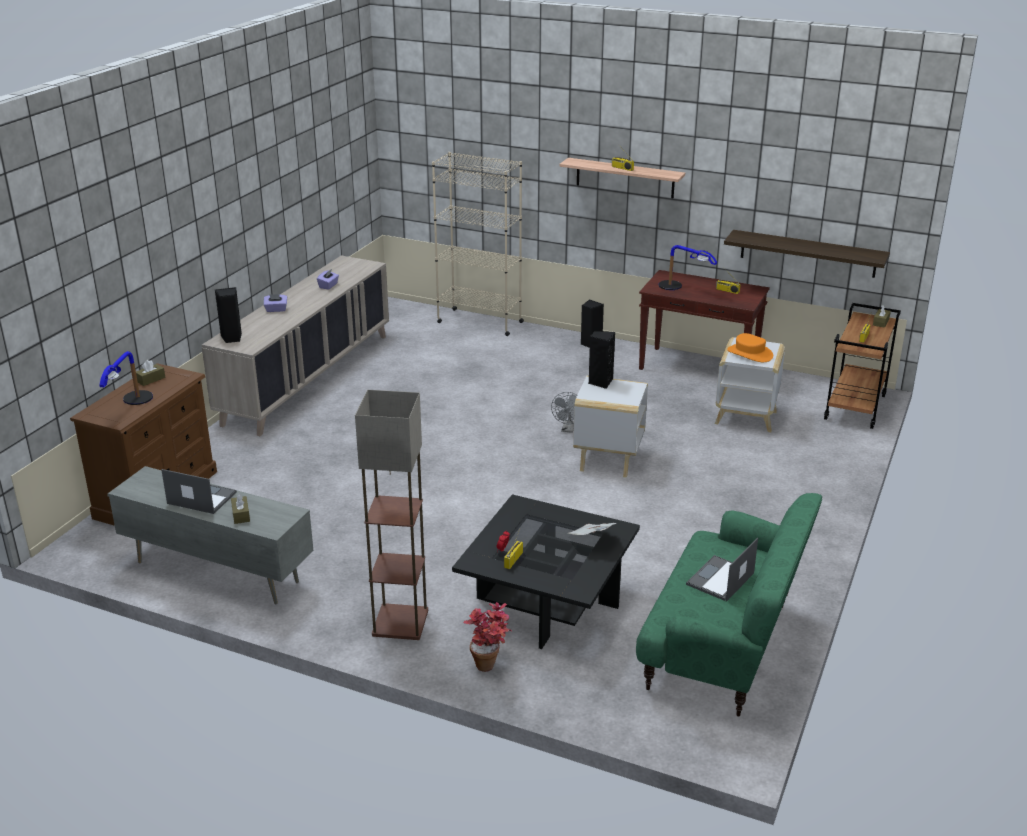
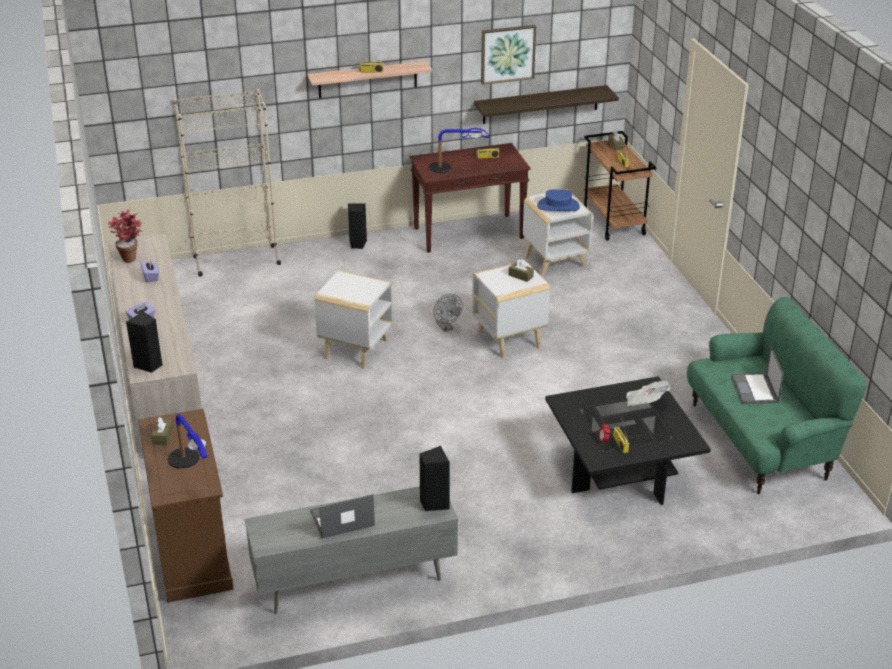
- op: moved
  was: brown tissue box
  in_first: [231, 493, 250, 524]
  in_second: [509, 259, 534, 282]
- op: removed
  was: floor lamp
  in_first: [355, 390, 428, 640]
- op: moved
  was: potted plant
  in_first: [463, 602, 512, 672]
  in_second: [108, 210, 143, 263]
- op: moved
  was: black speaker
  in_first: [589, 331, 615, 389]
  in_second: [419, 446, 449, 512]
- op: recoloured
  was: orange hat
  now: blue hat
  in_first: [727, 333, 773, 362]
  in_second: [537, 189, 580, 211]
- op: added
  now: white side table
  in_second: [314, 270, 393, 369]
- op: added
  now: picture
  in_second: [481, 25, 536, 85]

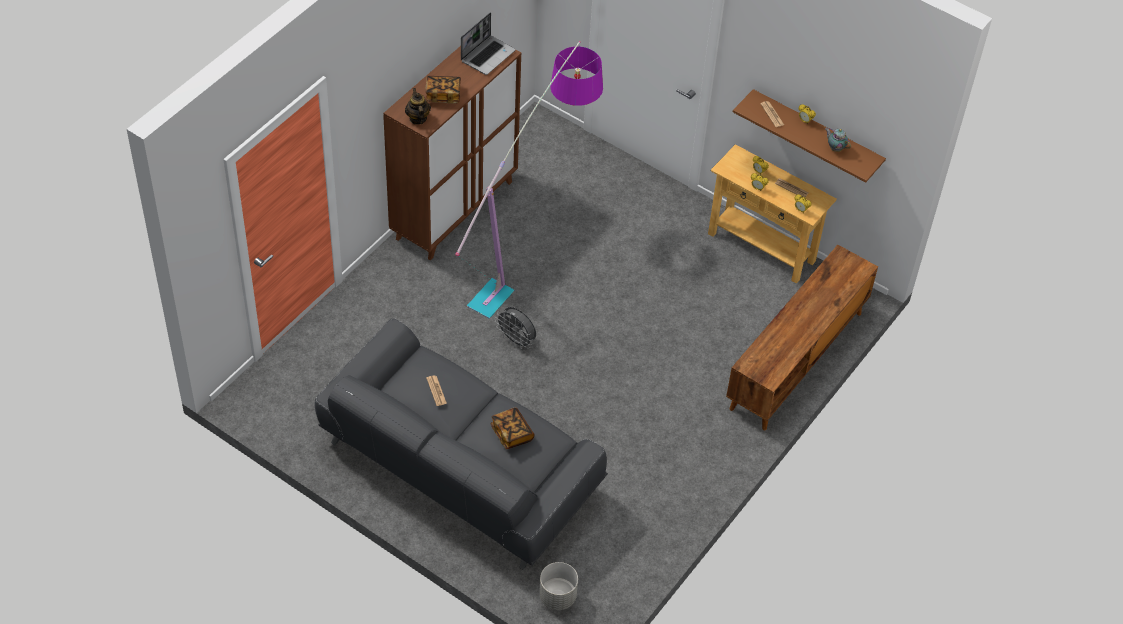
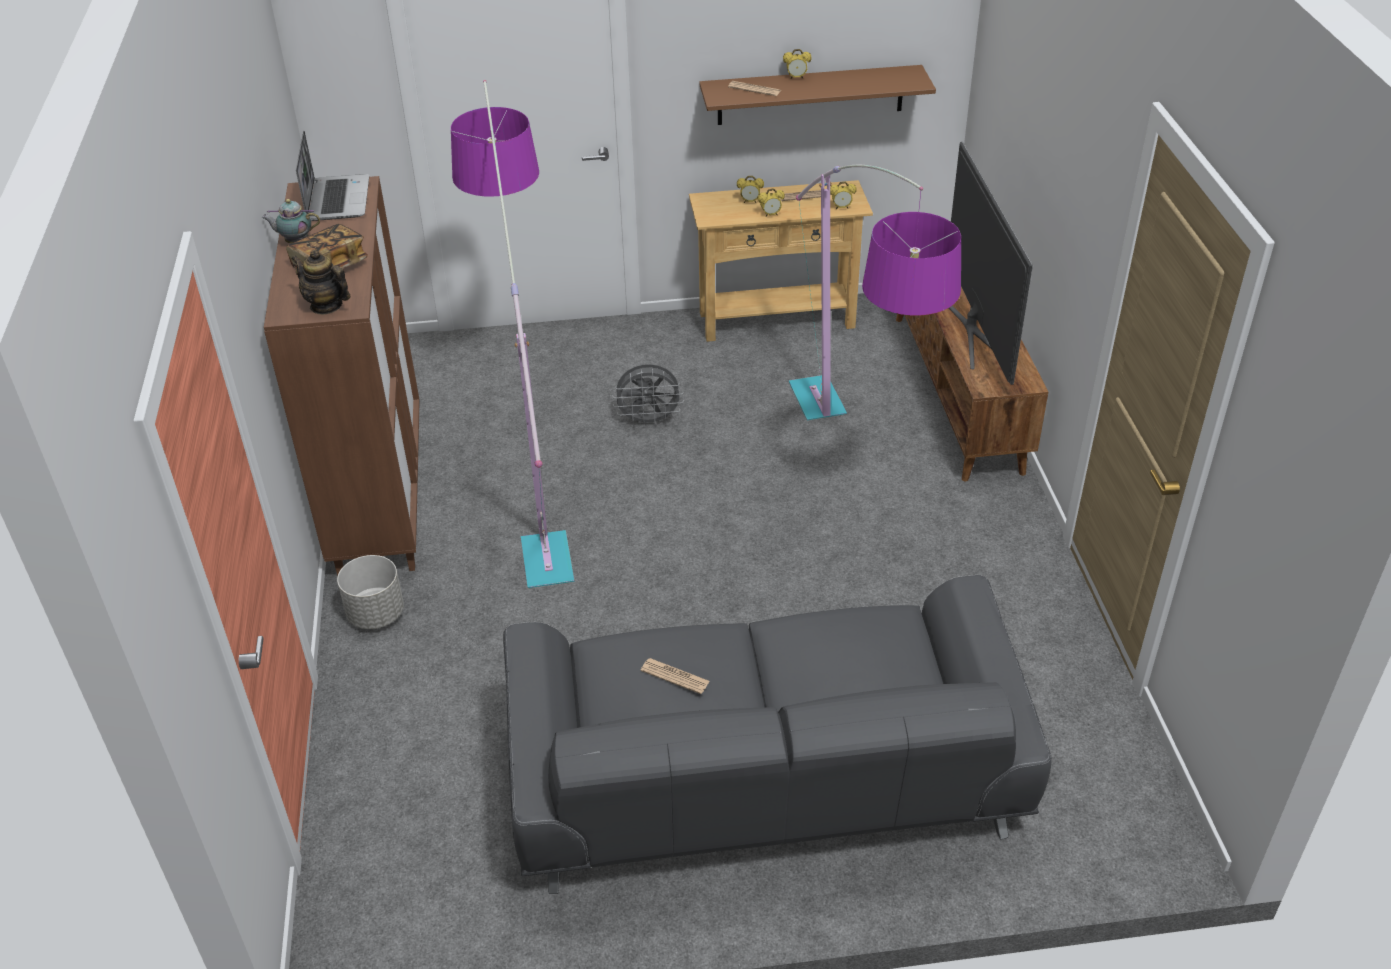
- op: removed
  was: book
  in_first: [490, 408, 534, 449]
- op: moved
  was: grey fan
  in_first: [495, 307, 536, 349]
  in_second: [612, 364, 684, 428]
- op: moved
  was: grey planter
  in_first: [539, 562, 578, 610]
  in_second: [337, 555, 404, 629]
- op: moved
  was: teapot
  in_first: [825, 127, 851, 152]
  in_second: [262, 199, 320, 243]
- op: added
  now: floor lamp
  in_second: [789, 165, 961, 421]
- op: added
  now: television
  in_second: [949, 142, 1033, 385]

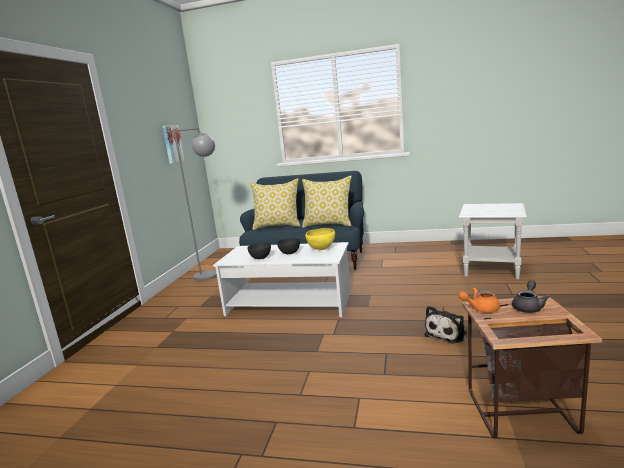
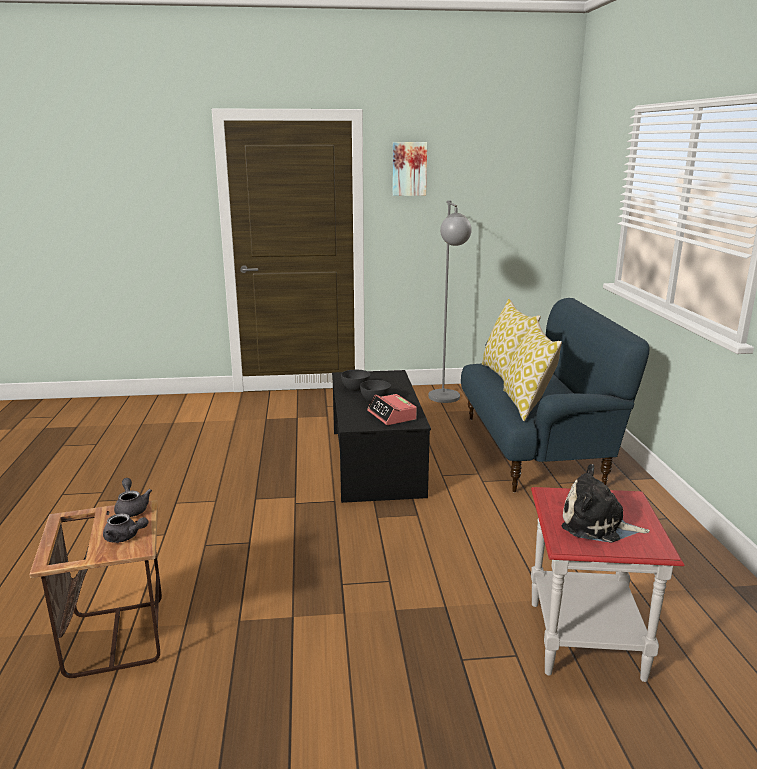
- op: moved
  was: picture
  in_first: [163, 125, 185, 164]
  in_second: [392, 142, 427, 196]
- op: recoloured
  was: white coffee table
  now: black coffee table
  in_first: [213, 242, 351, 317]
  in_second: [332, 370, 431, 503]
- op: replaced
  was: yellow bowl
  now: alarm clock
  in_first: [305, 228, 335, 250]
  in_second: [367, 394, 417, 425]
- op: moved
  was: plush toy
  in_first: [424, 306, 467, 344]
  in_second: [562, 464, 650, 543]
- op: recoloured
  was: white side table
  now: red side table
  in_first: [459, 203, 527, 279]
  in_second: [531, 487, 685, 682]
- op: recoloured
  was: orange teapot
  now: grey teapot
  in_first: [459, 287, 500, 313]
  in_second: [114, 478, 152, 517]

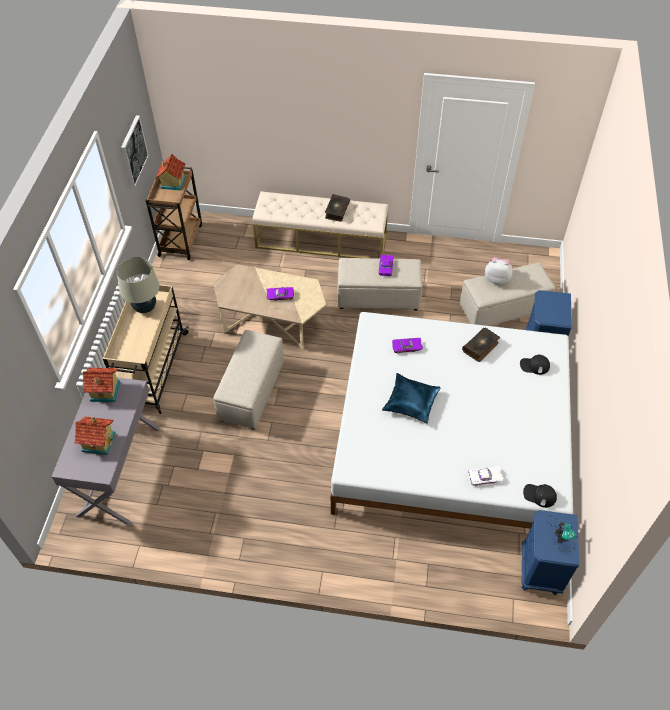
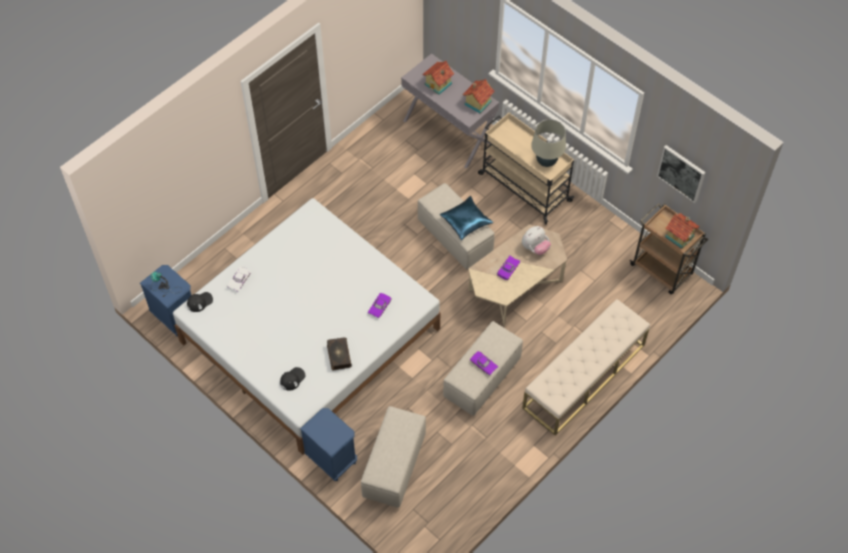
- op: removed
  was: book
  in_first: [325, 194, 350, 222]
- op: moved
  was: blue pillow
  in_first: [382, 373, 441, 424]
  in_second: [440, 196, 493, 240]
- op: moved
  was: plush toy
  in_first: [485, 257, 513, 285]
  in_second: [522, 226, 551, 255]

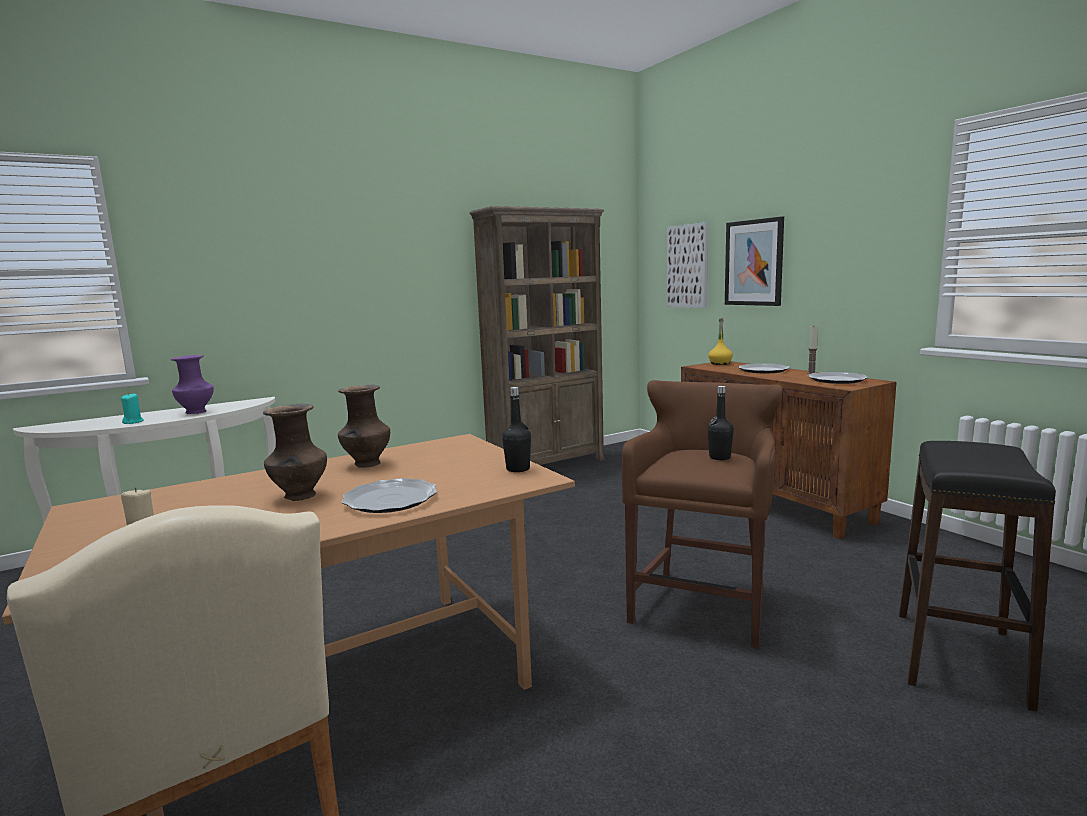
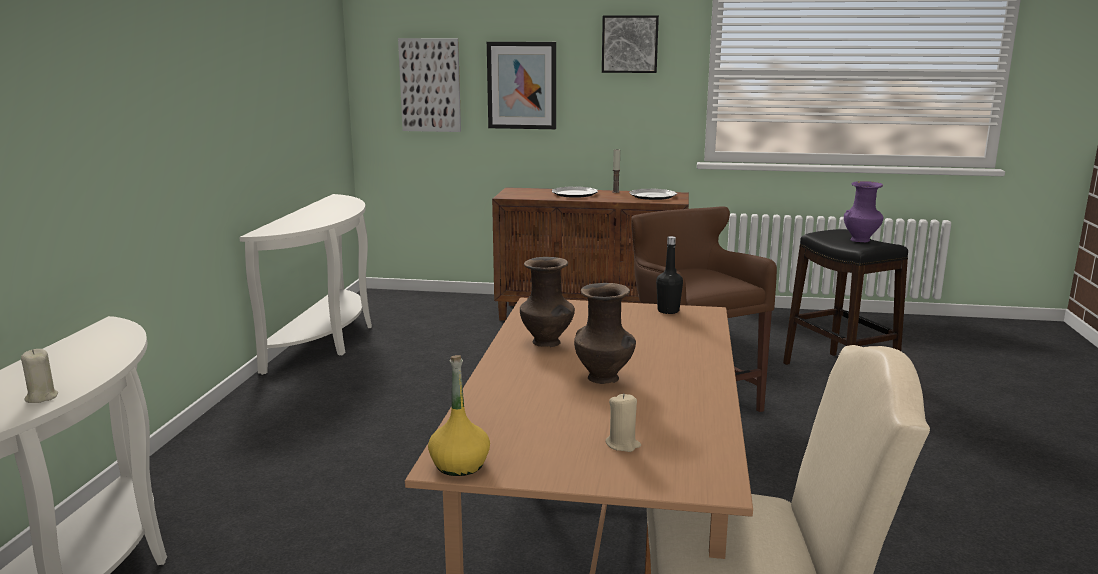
- op: recoloured
  was: turquoise candle
  now: beige candle
  in_first: [121, 393, 144, 424]
  in_second: [21, 349, 58, 403]
- op: moved
  was: purple vase
  in_first: [171, 355, 214, 414]
  in_second: [844, 181, 883, 242]
- op: removed
  was: plate
  in_first: [341, 478, 437, 513]
- op: replaced
  was: brown bookcase
  now: white console table
  in_first: [469, 206, 605, 465]
  in_second: [239, 194, 372, 375]
- op: removed
  was: black bottle
  in_first: [707, 386, 734, 460]
- op: moved
  was: yellow bottle
  in_first: [708, 318, 733, 365]
  in_second: [428, 355, 490, 476]
- op: added
  now: picture
  in_second: [602, 15, 659, 73]

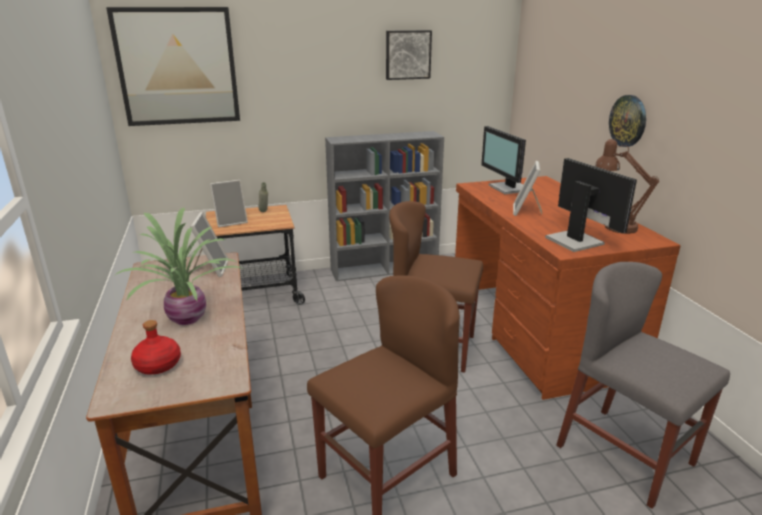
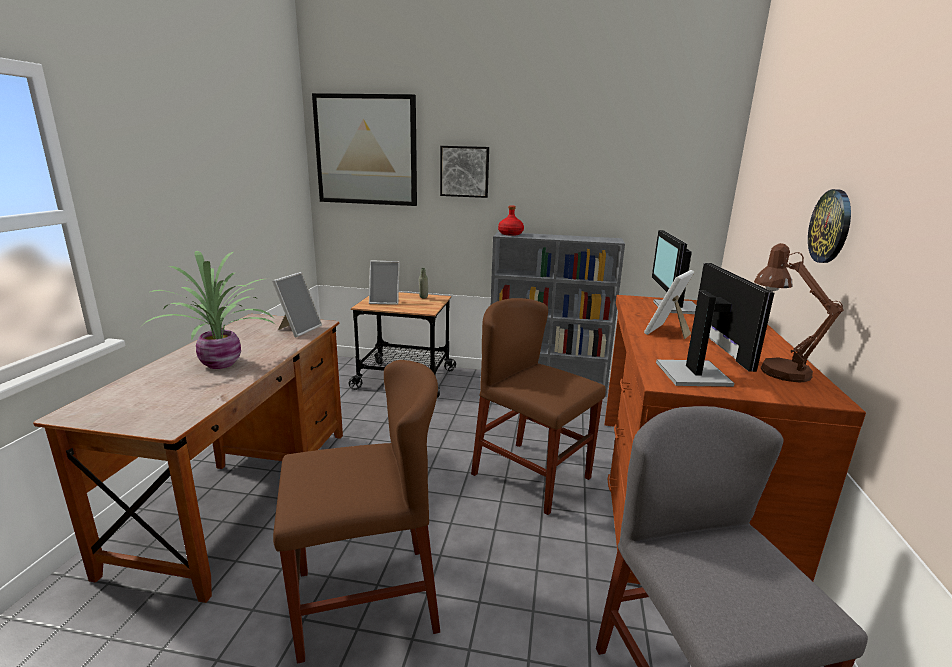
- op: moved
  was: red bottle
  in_first: [131, 320, 181, 375]
  in_second: [498, 206, 524, 236]
- op: moved
  was: picture
  in_first: [386, 30, 432, 80]
  in_second: [440, 146, 489, 198]

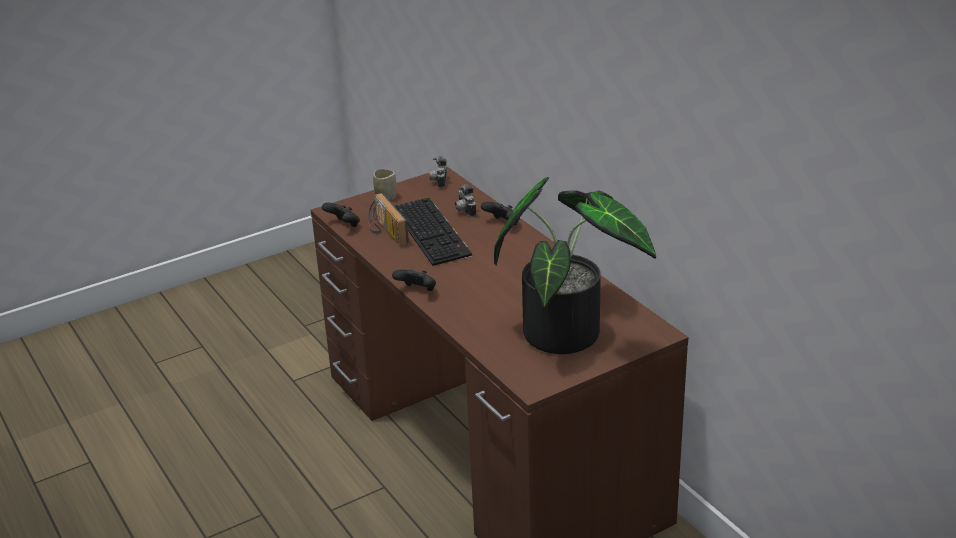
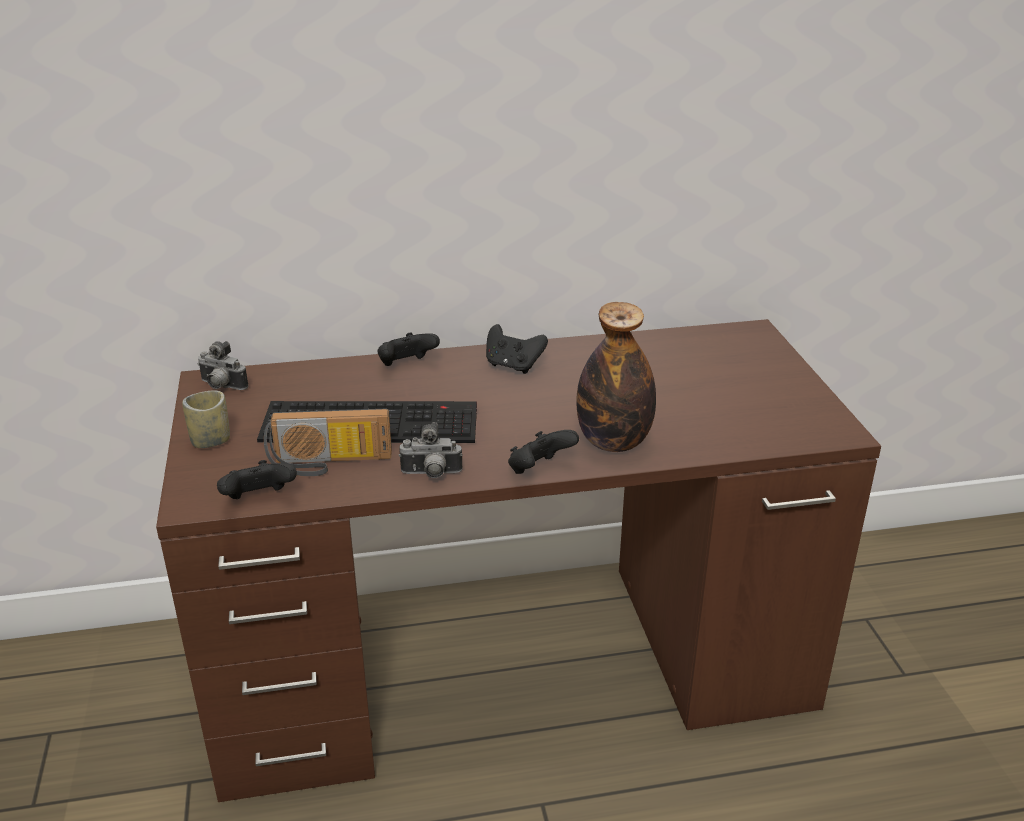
- op: moved
  was: photo camera
  in_first: [455, 184, 476, 217]
  in_second: [399, 422, 463, 478]
- op: removed
  was: potted plant
  in_first: [494, 177, 656, 354]
- op: added
  now: black game controller
  in_second: [486, 324, 548, 374]
- op: added
  now: bottle
  in_second: [576, 302, 656, 452]

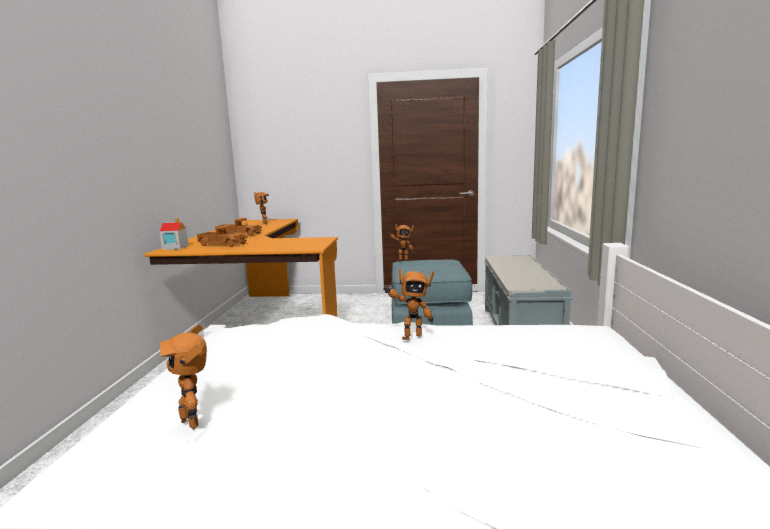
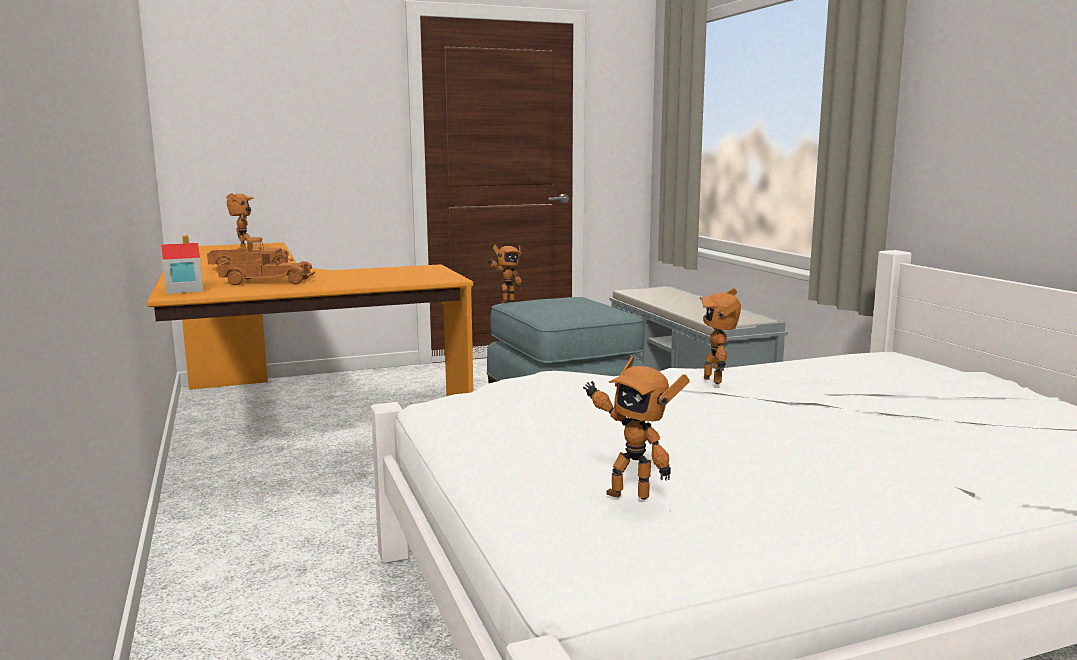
- op: turned
  was: toy robot
  in_first: [384, 269, 434, 340]
  in_second: [700, 288, 741, 384]
  clockwise: 120

